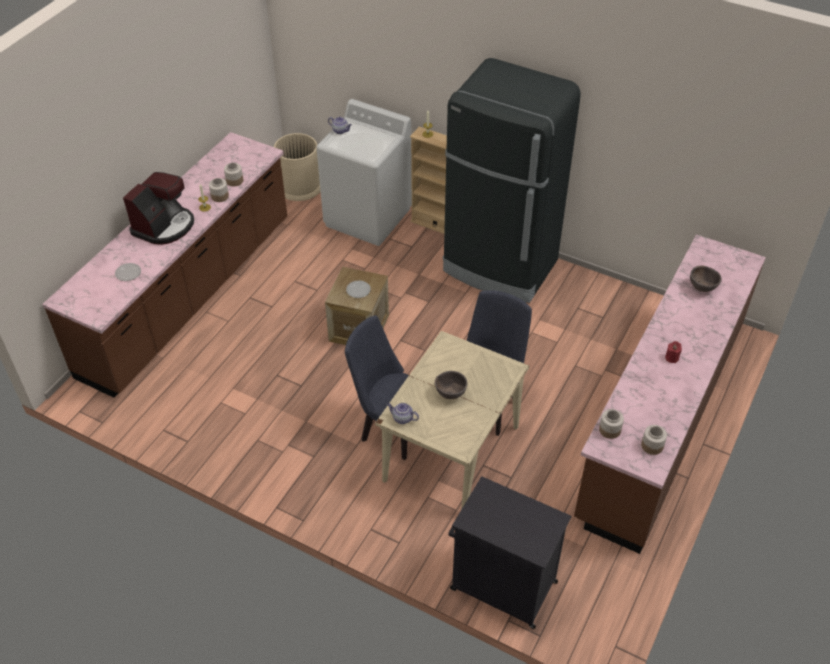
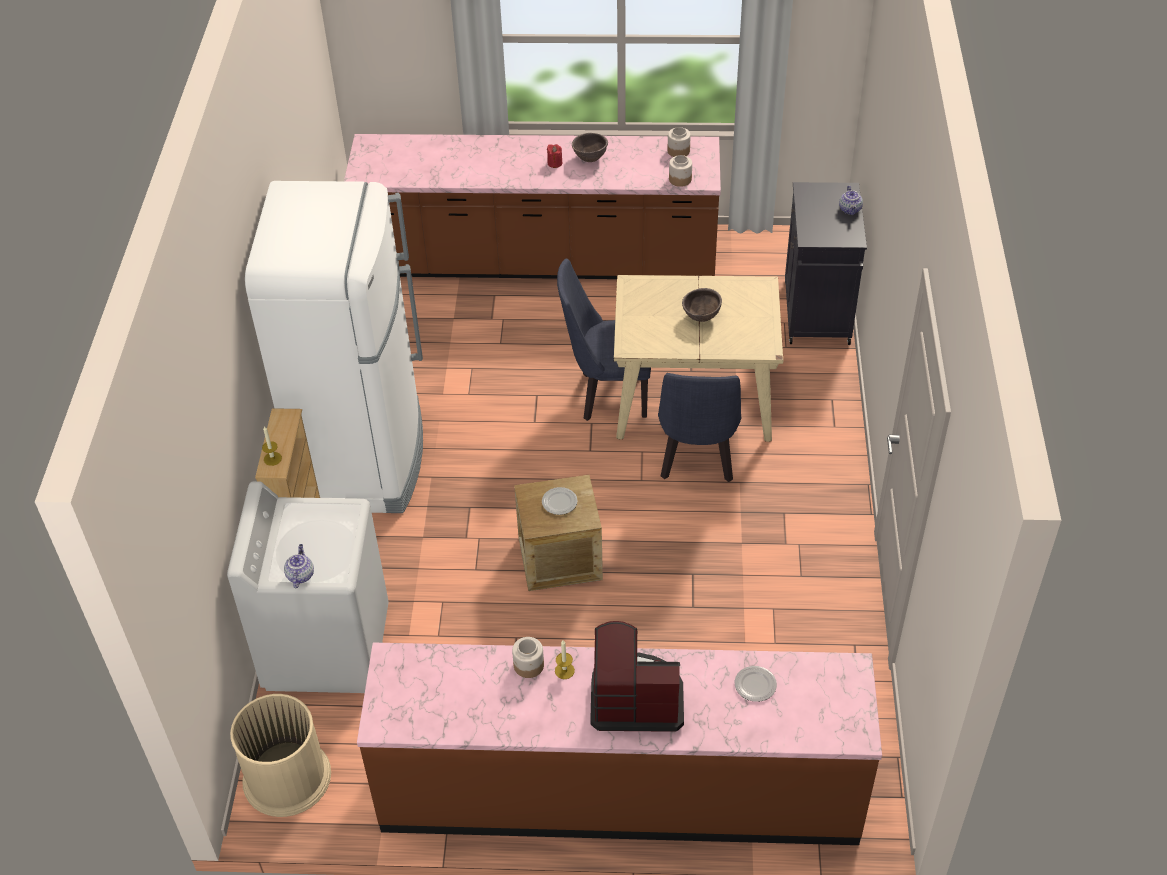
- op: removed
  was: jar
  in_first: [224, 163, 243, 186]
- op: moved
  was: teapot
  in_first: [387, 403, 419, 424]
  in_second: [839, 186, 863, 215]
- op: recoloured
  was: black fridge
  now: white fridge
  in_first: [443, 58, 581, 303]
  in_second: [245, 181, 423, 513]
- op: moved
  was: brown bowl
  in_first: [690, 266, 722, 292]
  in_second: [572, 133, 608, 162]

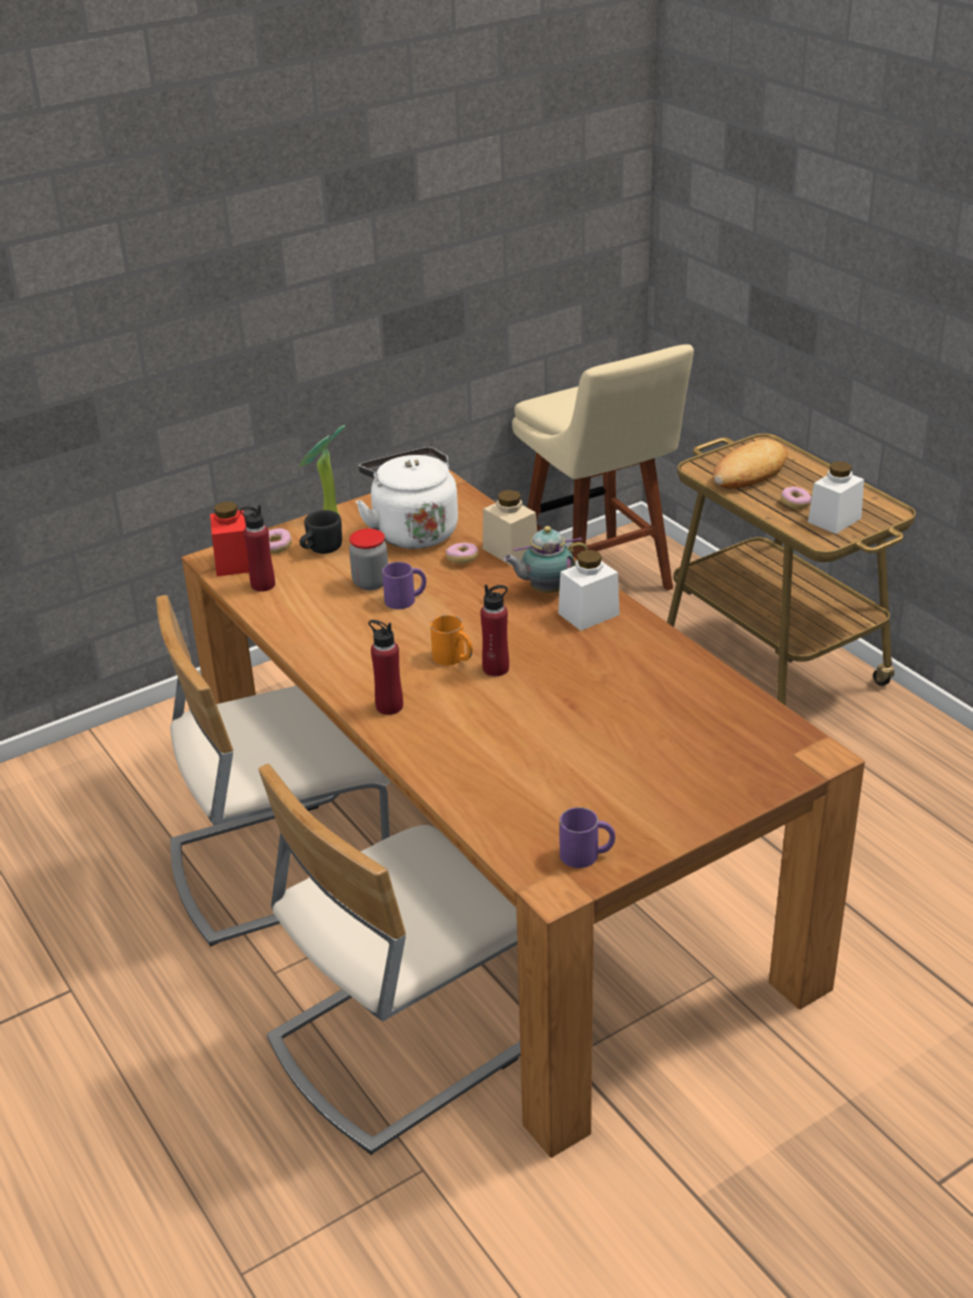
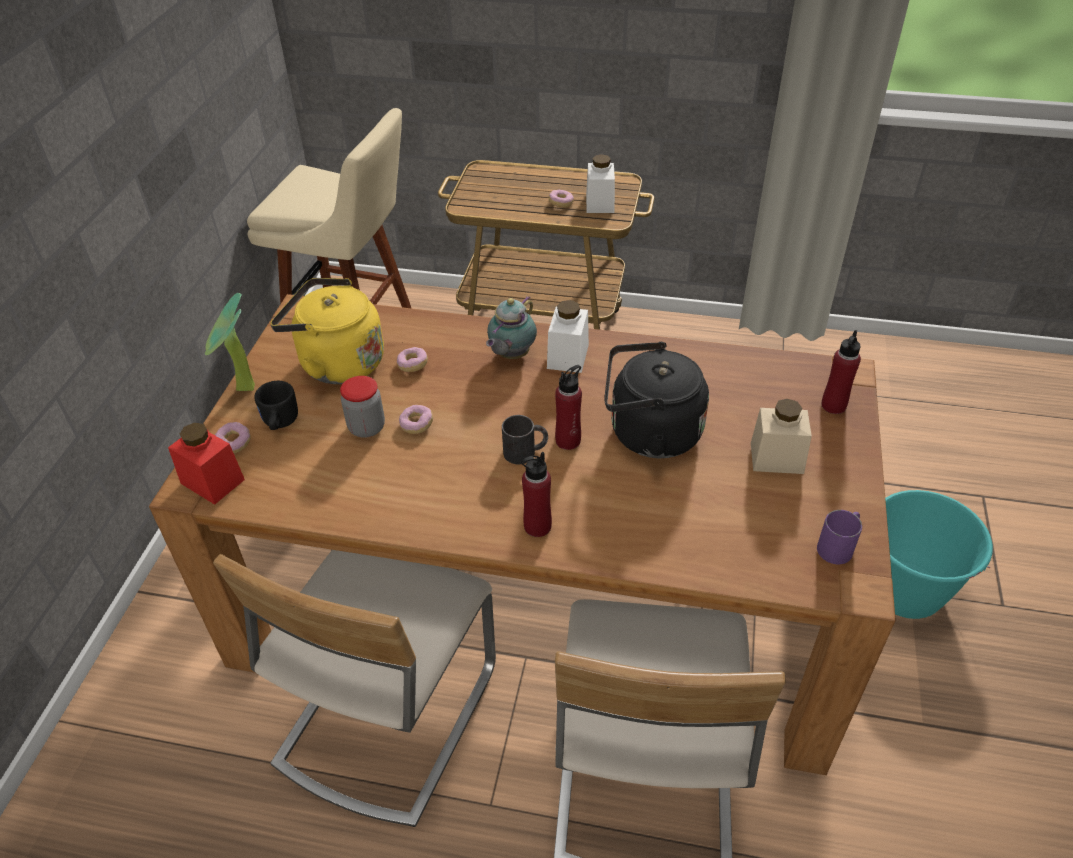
- op: moved
  was: red bottle
  in_first: [240, 505, 275, 592]
  in_second: [821, 330, 861, 414]
- op: recoloured
  was: white kettle
  now: yellow kettle
  in_first: [356, 447, 458, 549]
  in_second: [270, 278, 384, 384]
- op: replaced
  was: purple mug
  now: donut
  in_first: [382, 562, 426, 609]
  in_second: [399, 405, 433, 434]
- op: recoloured
  was: orange mug
  now: black mug
  in_first: [430, 615, 473, 665]
  in_second: [502, 415, 548, 464]
- op: moved
  was: beige jar
  in_first: [483, 490, 537, 566]
  in_second: [751, 399, 812, 474]
- op: removed
  was: bread
  in_first: [713, 439, 788, 489]
- op: added
  now: black kettle
  in_second: [604, 342, 709, 458]
- op: added
  now: turquoise bucket
  in_second: [885, 490, 993, 619]

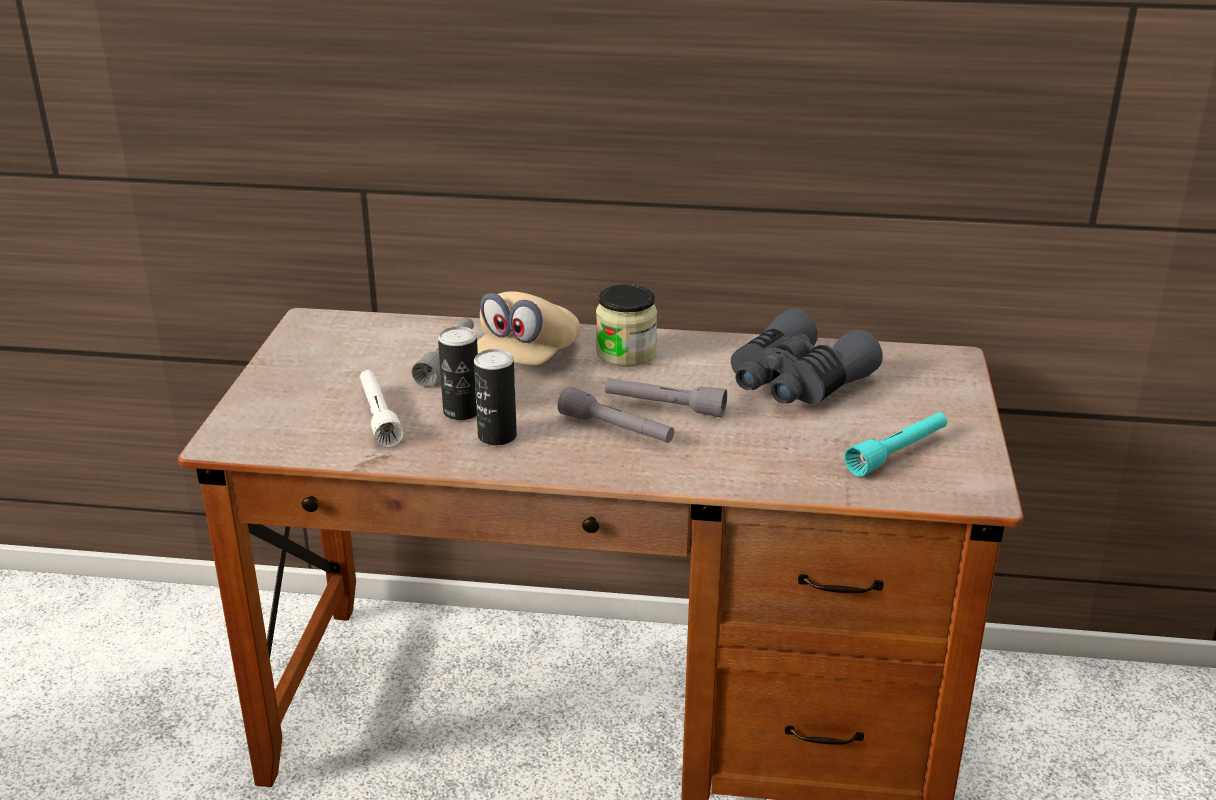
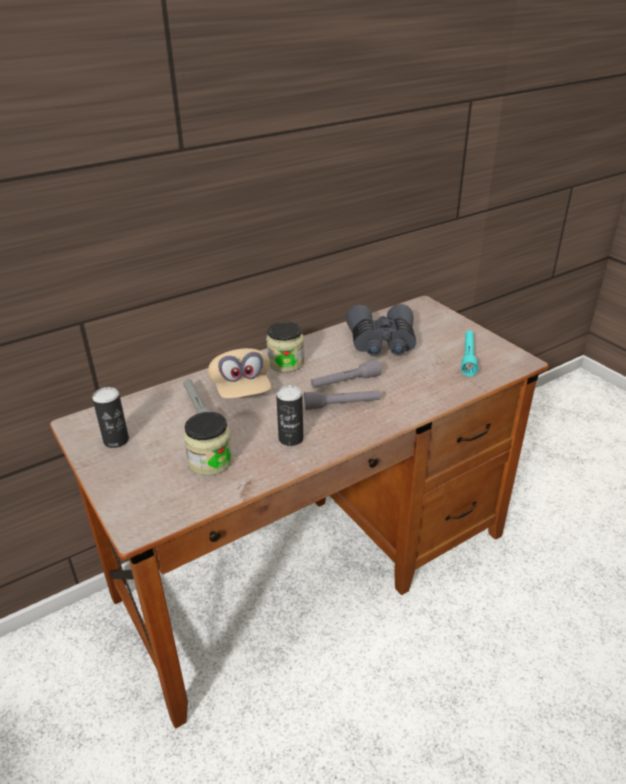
- op: replaced
  was: white flashlight
  now: jar
  in_first: [360, 370, 404, 448]
  in_second: [184, 412, 233, 476]
- op: moved
  was: can
  in_first: [438, 326, 478, 420]
  in_second: [92, 387, 129, 448]

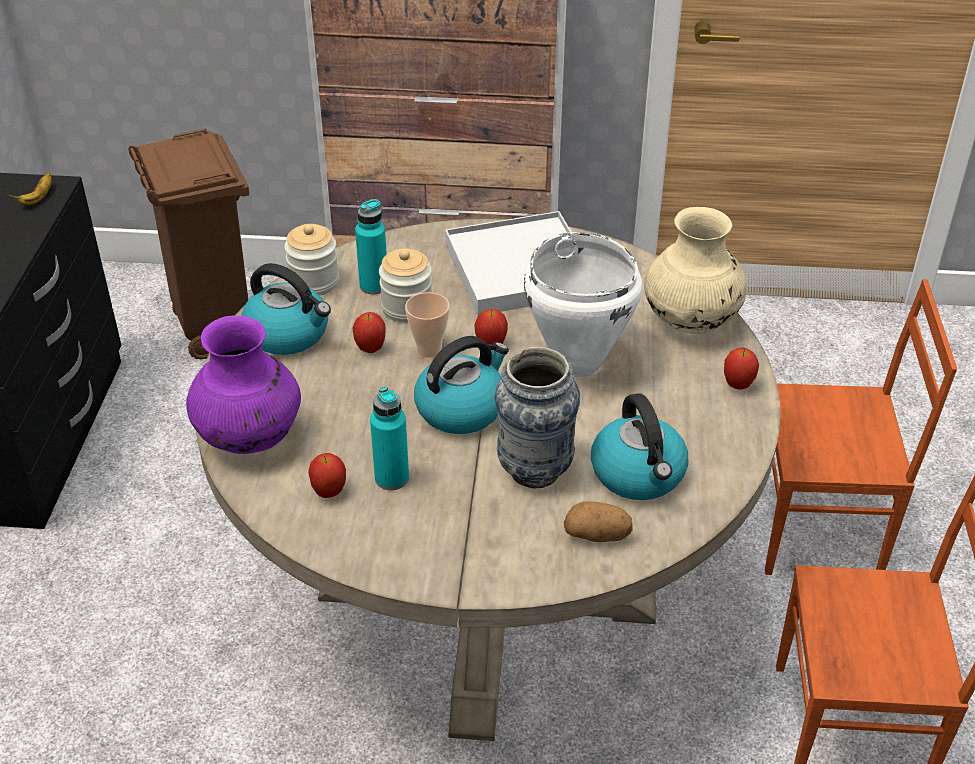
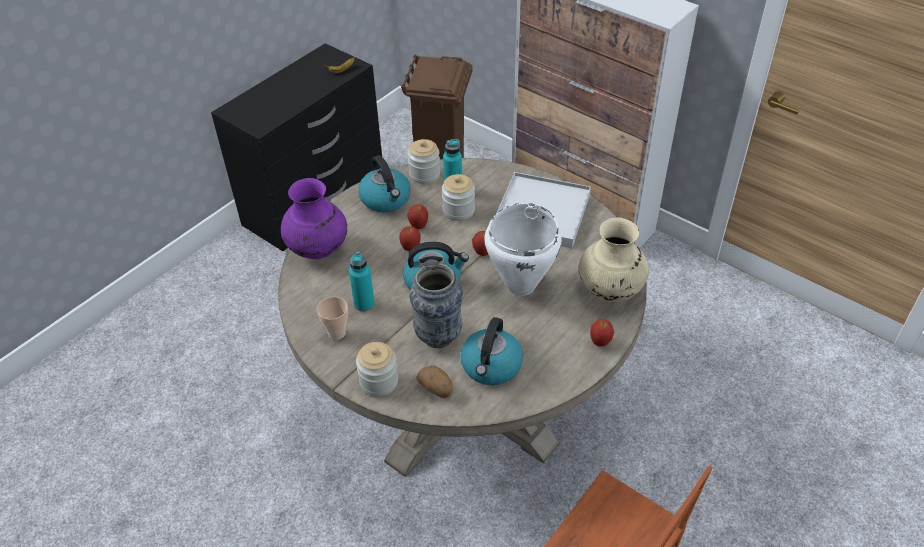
- op: moved
  was: apple
  in_first: [308, 453, 346, 498]
  in_second: [399, 226, 420, 251]
- op: moved
  was: cup
  in_first: [405, 292, 450, 357]
  in_second: [317, 297, 348, 340]
- op: removed
  was: brown chair
  in_first: [765, 279, 957, 575]
- op: added
  now: jar
  in_second: [356, 342, 398, 397]

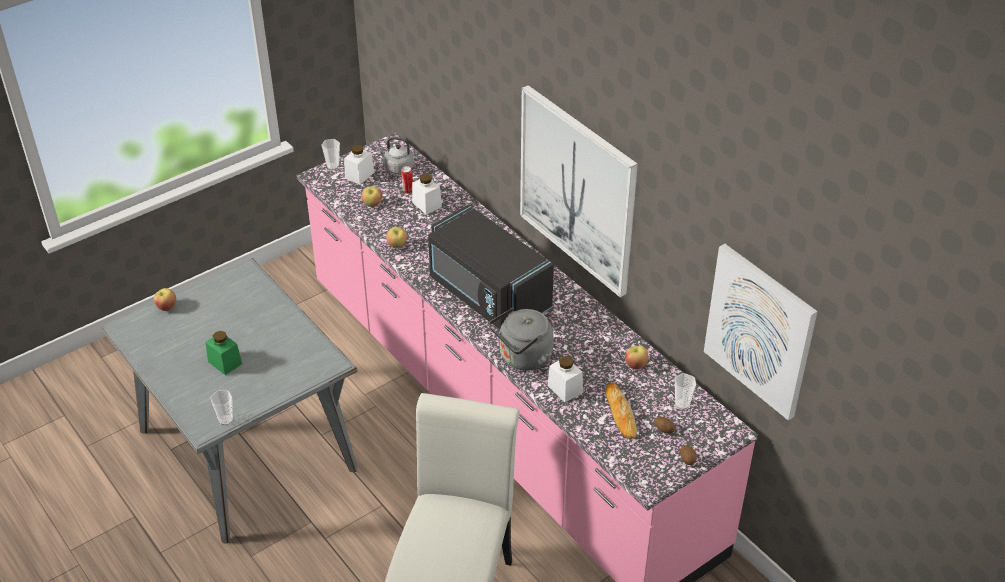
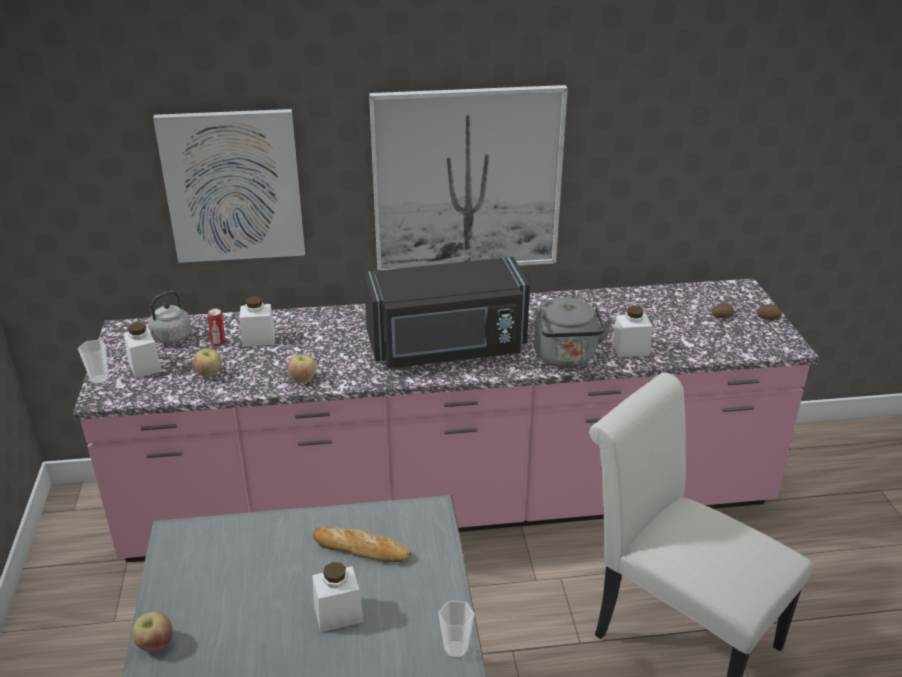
- op: recoloured
  was: green jar
  now: white jar
  in_first: [205, 331, 242, 375]
  in_second: [312, 562, 364, 632]
- op: moved
  was: bread
  in_first: [605, 383, 637, 440]
  in_second: [313, 527, 411, 562]
- op: removed
  was: apple
  in_first: [625, 346, 649, 369]
- op: removed
  was: cup
  in_first: [675, 373, 696, 410]
- op: moved
  was: picture
  in_first: [704, 244, 818, 420]
  in_second: [153, 109, 305, 263]

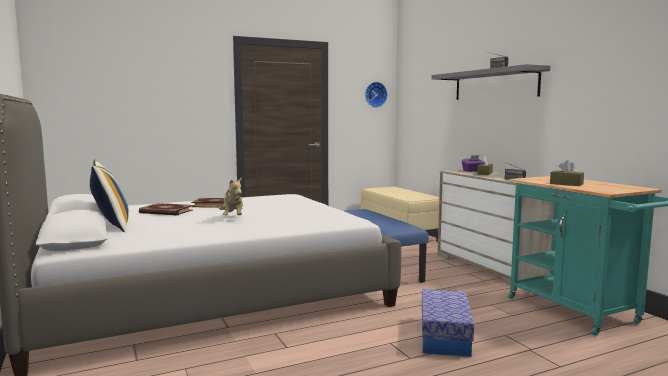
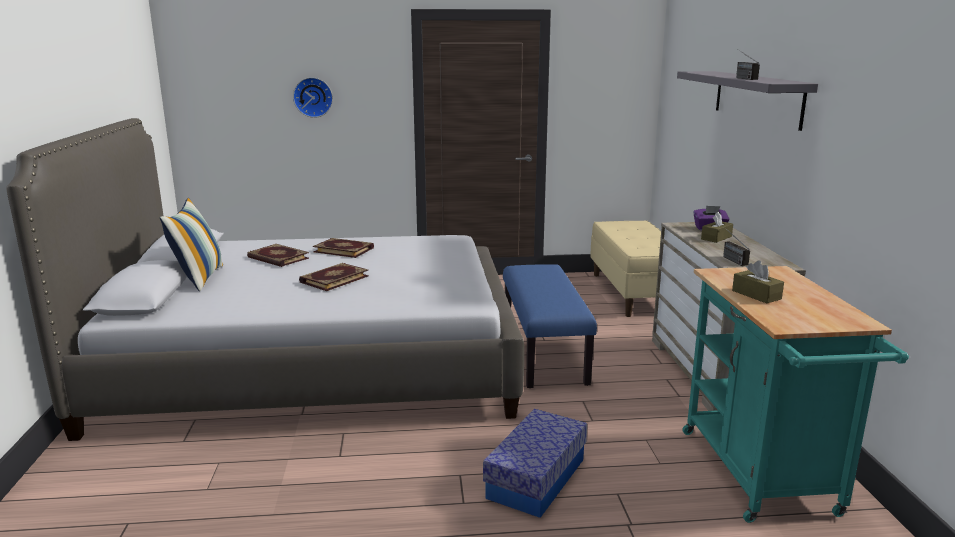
- op: replaced
  was: plush toy
  now: book
  in_first: [219, 177, 243, 215]
  in_second: [299, 263, 368, 291]
- op: moved
  was: wall clock
  in_first: [365, 82, 387, 108]
  in_second: [293, 77, 333, 118]

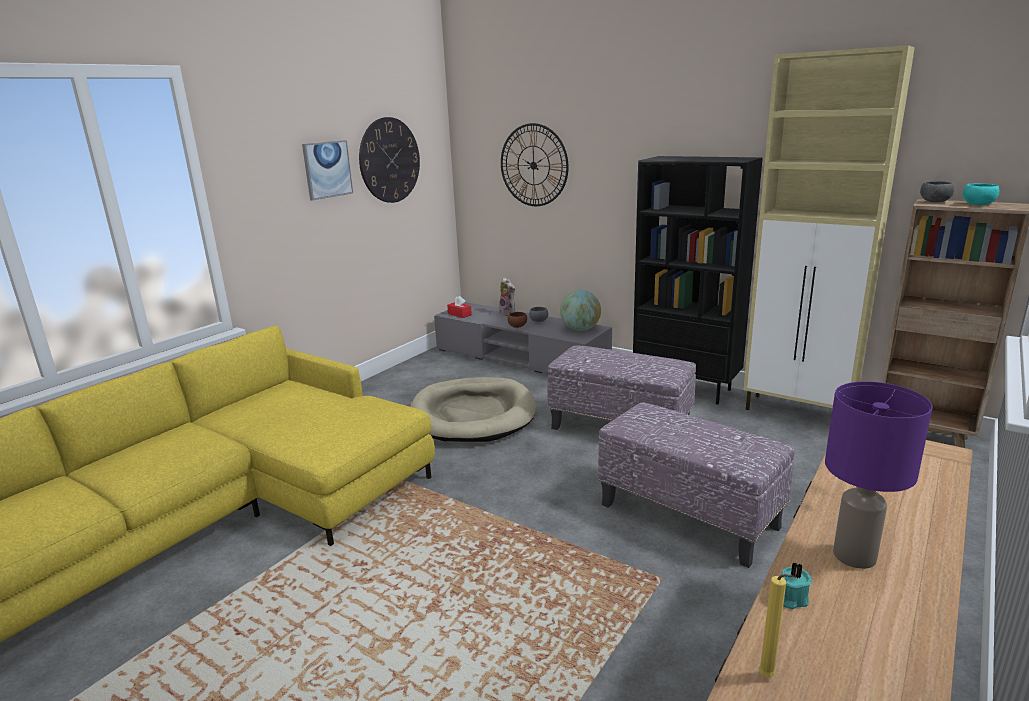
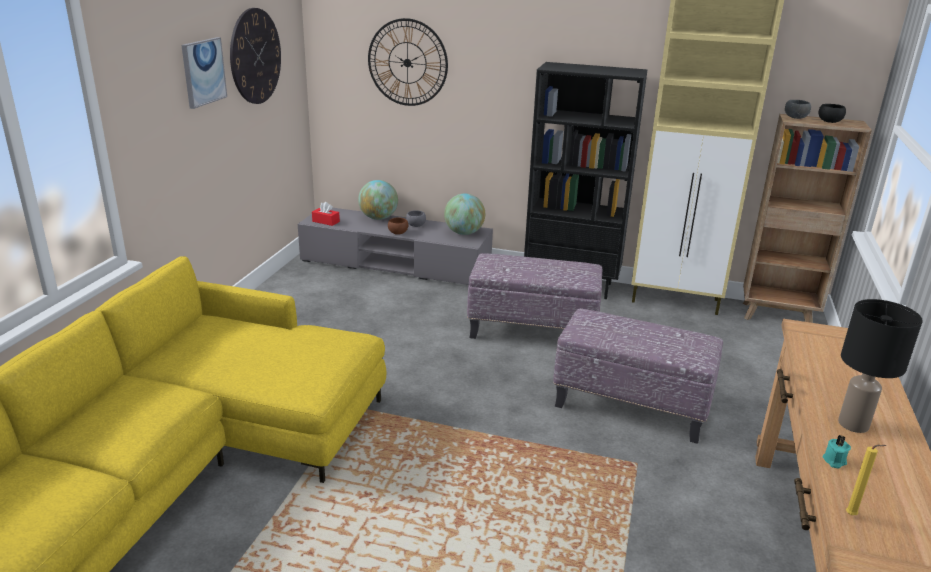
- op: removed
  was: beige dog bed
  in_first: [410, 377, 536, 442]
- op: replaced
  was: plush toy
  now: globe
  in_first: [499, 277, 515, 316]
  in_second: [358, 180, 398, 220]
- op: recoloured
  was: purple table lamp
  now: black table lamp
  in_first: [825, 381, 932, 569]
  in_second: [838, 299, 923, 433]
- op: recoloured
  was: turquoise bowl
  now: black bowl
  in_first: [963, 183, 999, 205]
  in_second: [819, 104, 846, 123]

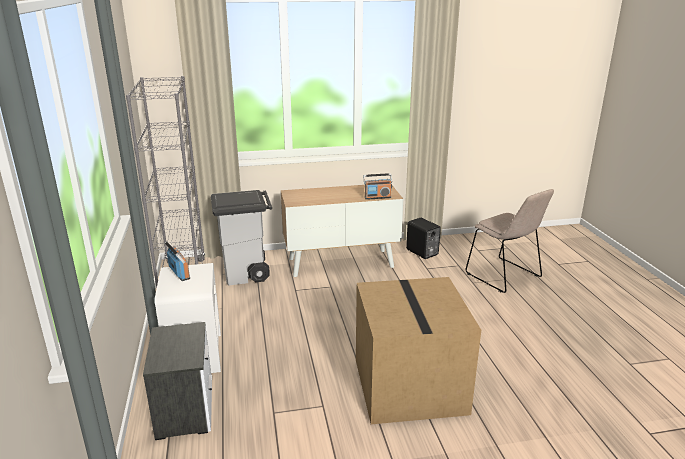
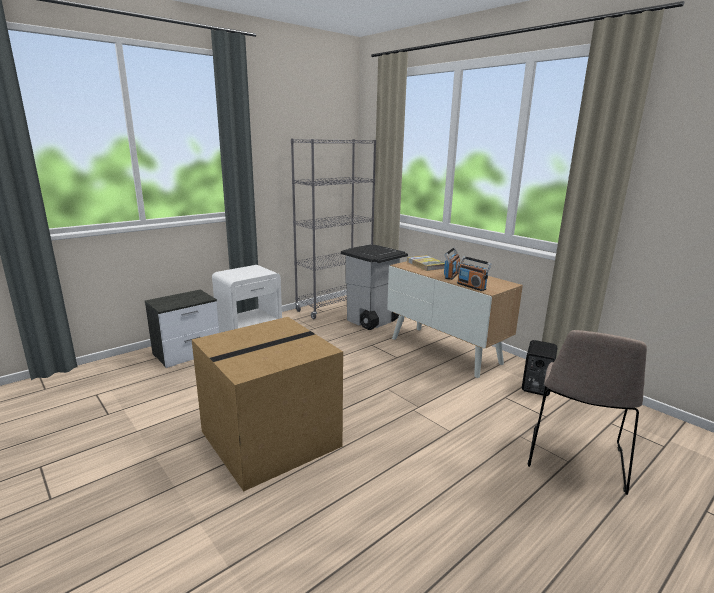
- op: moved
  was: radio
  in_first: [165, 241, 190, 281]
  in_second: [444, 247, 460, 280]
- op: added
  now: book
  in_second: [407, 255, 445, 271]

